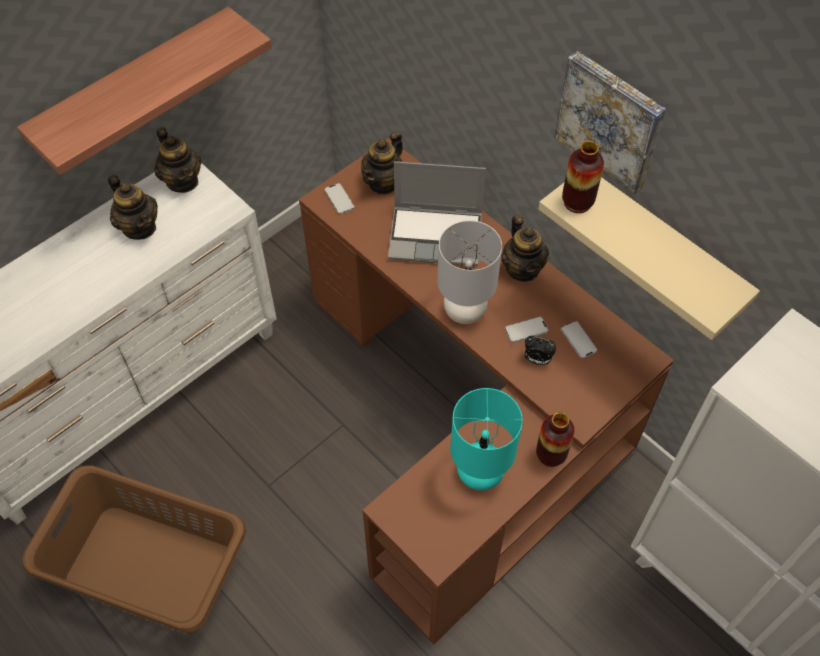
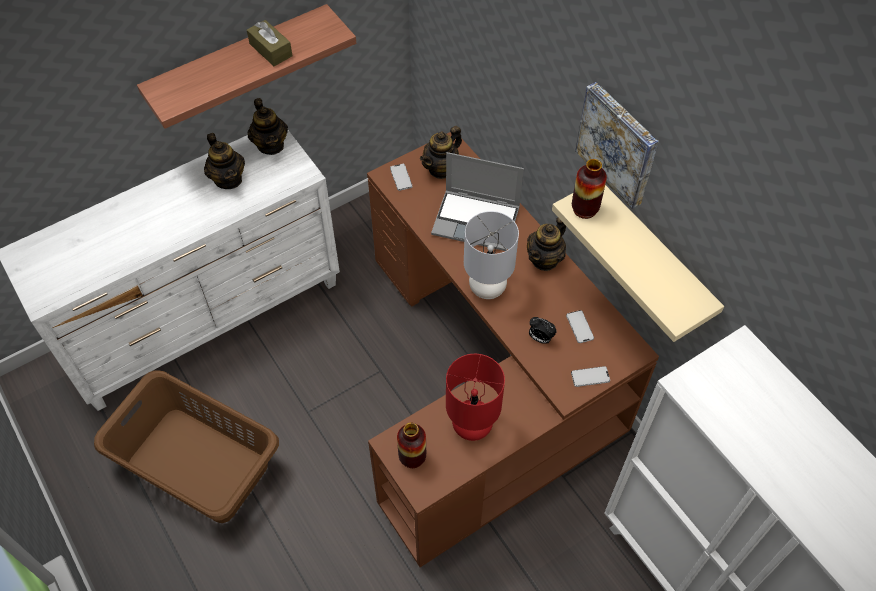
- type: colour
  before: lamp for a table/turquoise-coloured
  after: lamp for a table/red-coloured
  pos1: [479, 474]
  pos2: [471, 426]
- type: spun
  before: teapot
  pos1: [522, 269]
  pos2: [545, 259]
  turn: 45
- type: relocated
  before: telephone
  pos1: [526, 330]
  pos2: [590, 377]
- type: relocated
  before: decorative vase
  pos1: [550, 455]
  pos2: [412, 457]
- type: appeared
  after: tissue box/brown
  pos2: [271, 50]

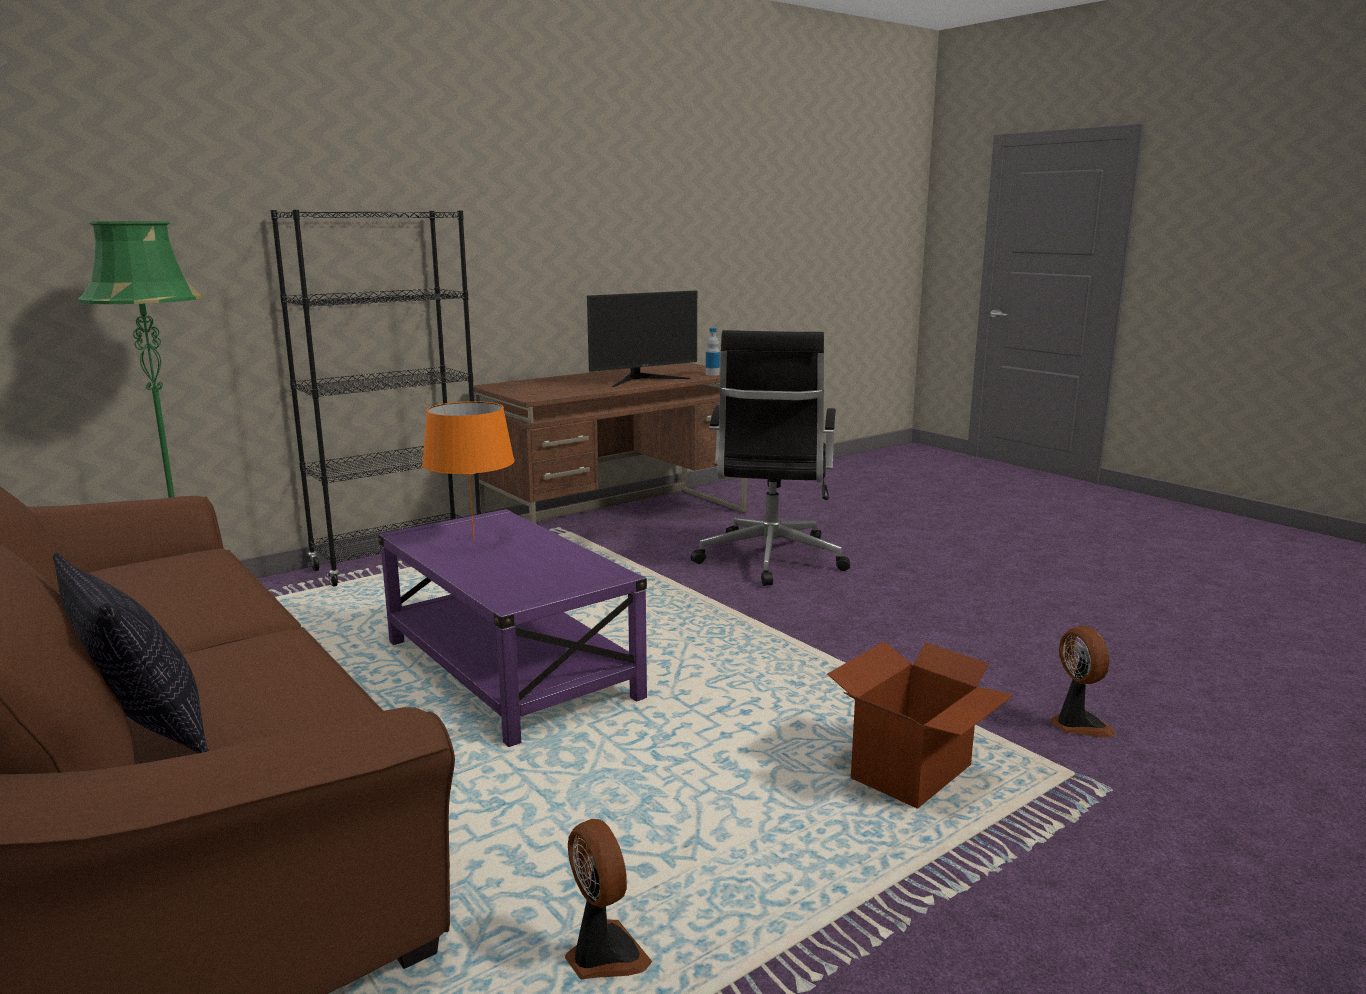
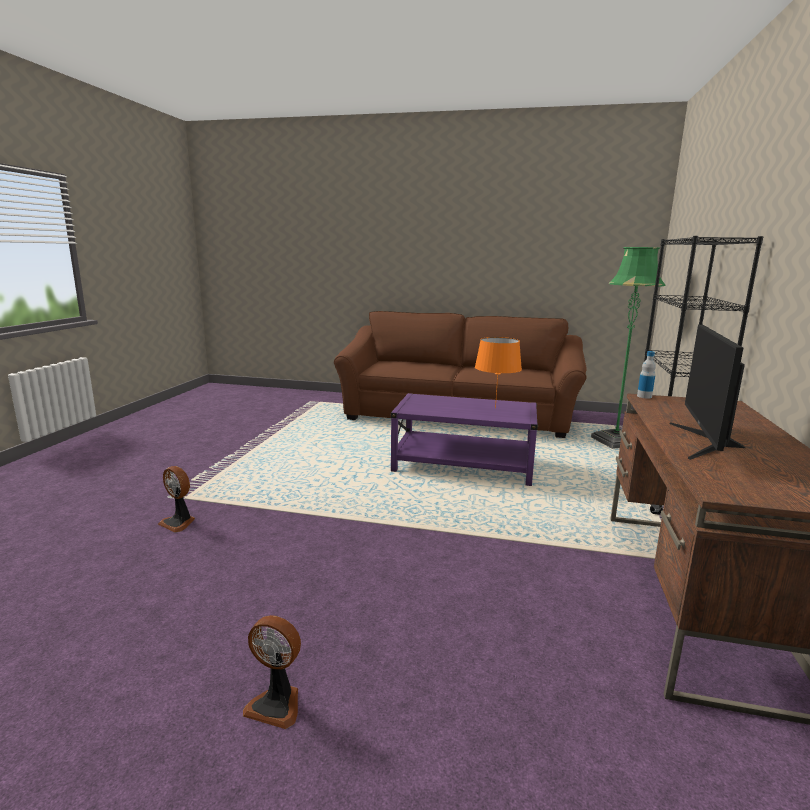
- type: missing
  before: cushion
  pos1: [147, 735]
- type: relocated
  before: electric fan
  pos1: [604, 956]
  pos2: [276, 704]
- type: missing
  before: desk chair/black-coloured
  pos1: [769, 560]
- type: relocated
  before: drink bottle
  pos1: [712, 374]
  pos2: [644, 396]
- type: missing
  before: cardboard box
  pos1: [913, 774]

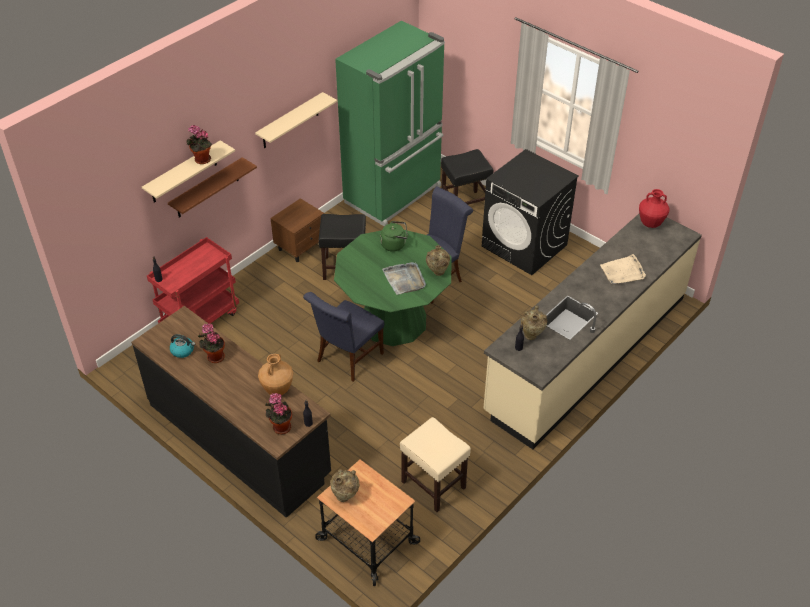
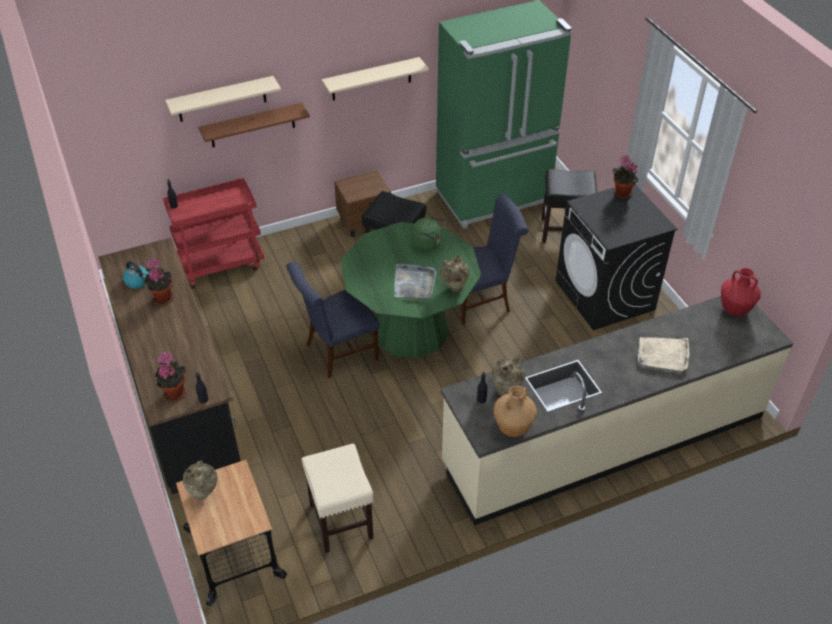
- type: relocated
  before: houseplant
  pos1: [201, 160]
  pos2: [621, 193]
- type: relocated
  before: decorative vase/brown
  pos1: [277, 390]
  pos2: [512, 429]

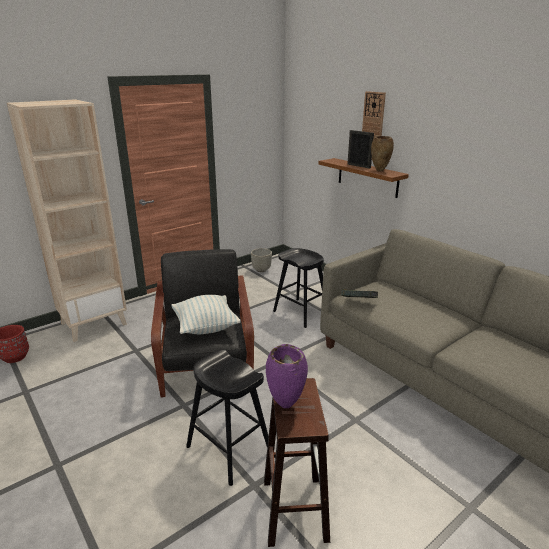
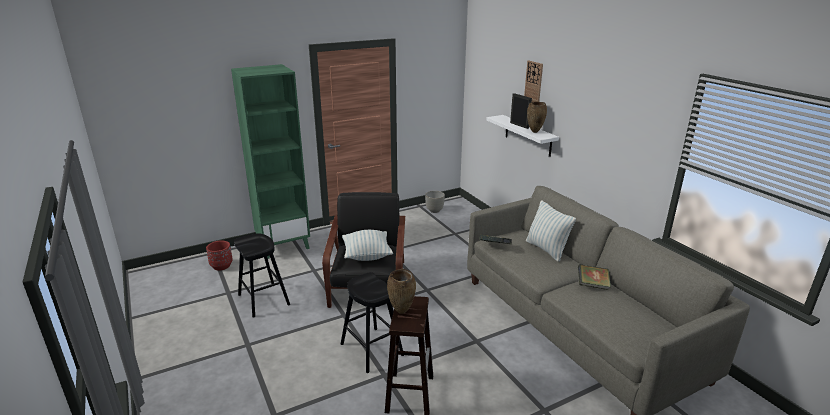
- type: colour
  before: bookcase/beige
  after: bookcase/green-coloured
  pos1: [94, 323]
  pos2: [283, 245]
- type: colour
  before: decorative vase/purple-coloured
  after: decorative vase/brown
  pos1: [286, 405]
  pos2: [402, 312]
- type: relocated
  before: sitting stool/black-coloured
  pos1: [301, 313]
  pos2: [263, 299]
- type: colour
  before: wall shelf/brown
  after: wall shelf/white
  pos1: [367, 177]
  pos2: [528, 135]
- type: appeared
  after: cushion
  pos2: [546, 249]
- type: appeared
  after: book
  pos2: [592, 285]

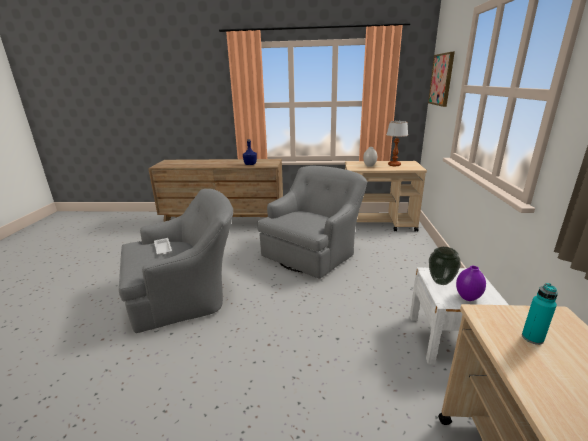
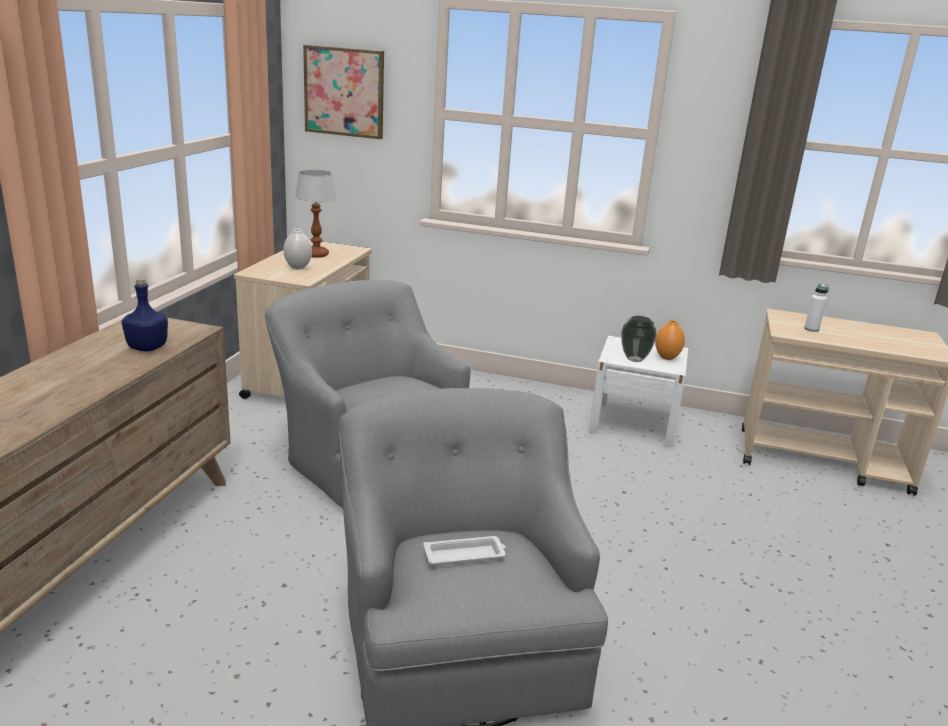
- type: colour
  before: decorative vase/purple-coloured
  after: decorative vase/orange-coloured
  pos1: [467, 297]
  pos2: [666, 357]
- type: colour
  before: drink bottle/turquoise-coloured
  after: drink bottle/white
  pos1: [532, 338]
  pos2: [811, 329]

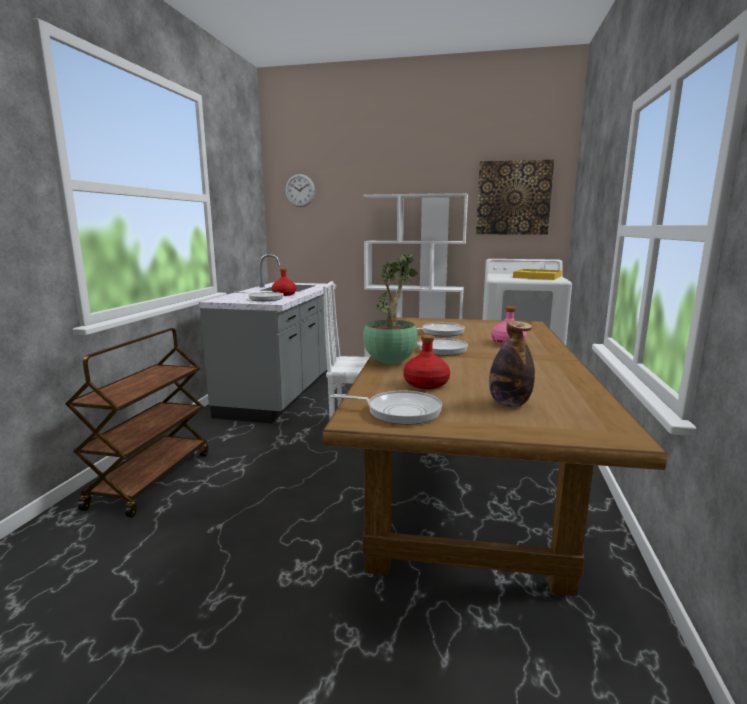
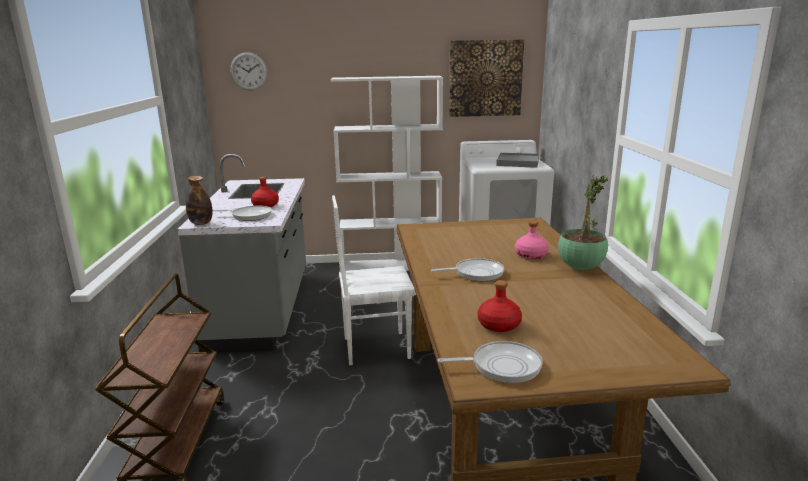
- type: relocated
  before: houseplant
  pos1: [390, 362]
  pos2: [580, 267]
- type: missing
  before: skillet
  pos1: [440, 332]
- type: relocated
  before: drink bottle
  pos1: [509, 404]
  pos2: [201, 223]
- type: colour
  before: serving tray/yellow
  after: serving tray/greyish
  pos1: [537, 277]
  pos2: [517, 162]

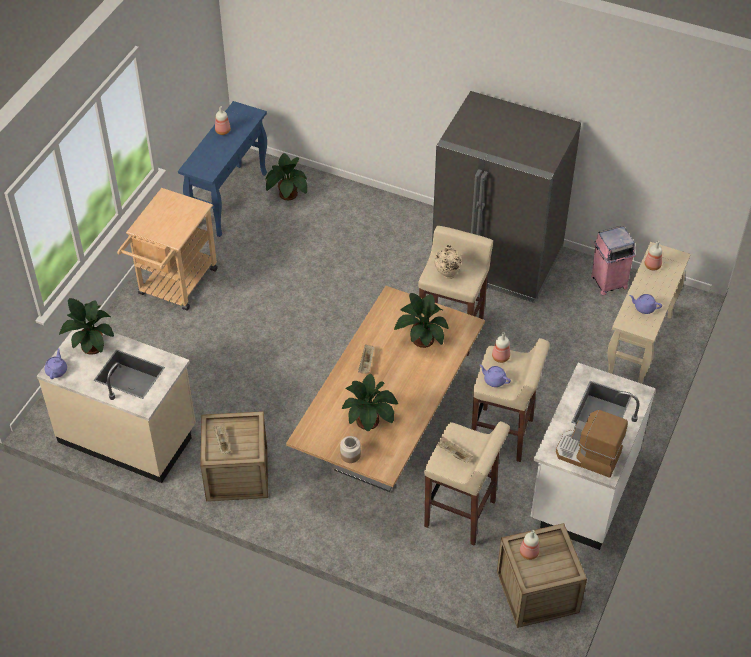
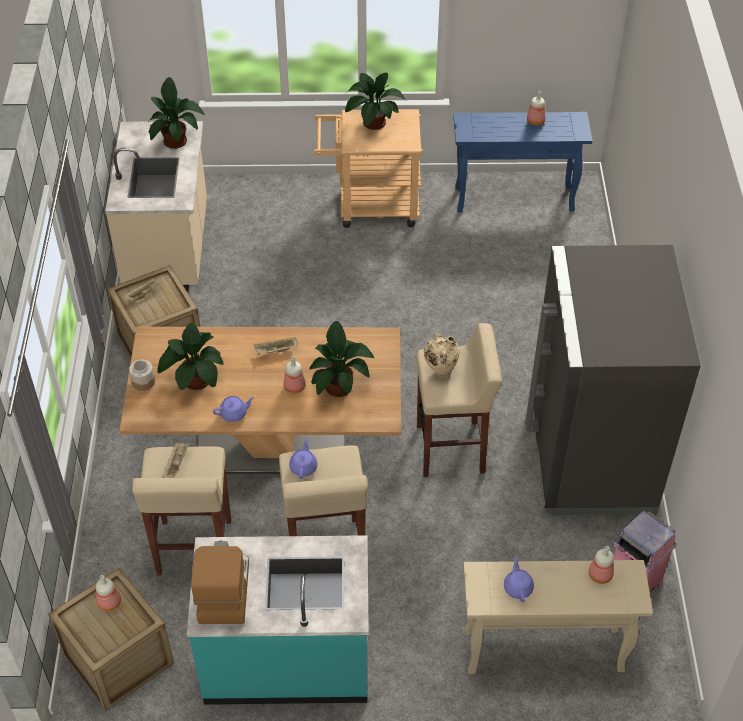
- type: relocated
  before: teapot/purple-coloured
  pos1: [57, 370]
  pos2: [234, 413]
- type: relocated
  before: houseplant
  pos1: [288, 195]
  pos2: [372, 122]
- type: relocated
  before: drink bottle
  pos1: [500, 357]
  pos2: [294, 387]
- type: colour
  before: kitchen base unit/white
  after: kitchen base unit/turquoise-coloured
  pos1: [582, 488]
  pos2: [287, 657]

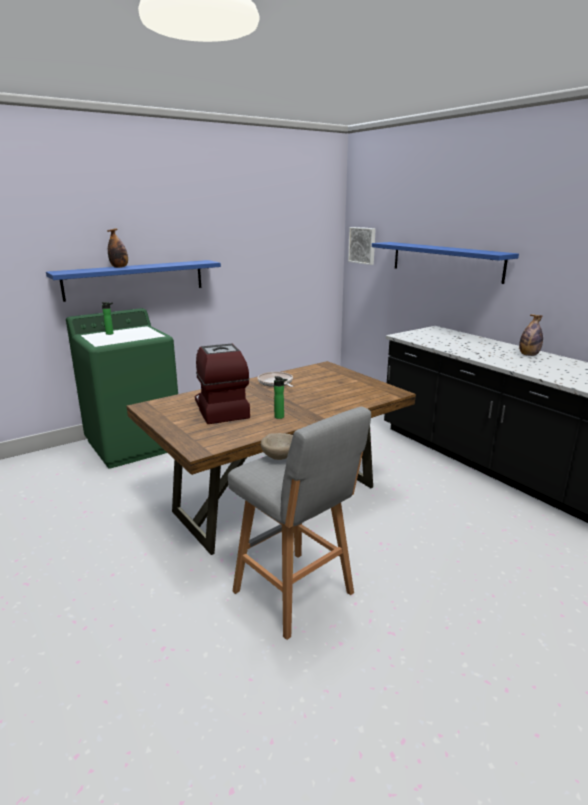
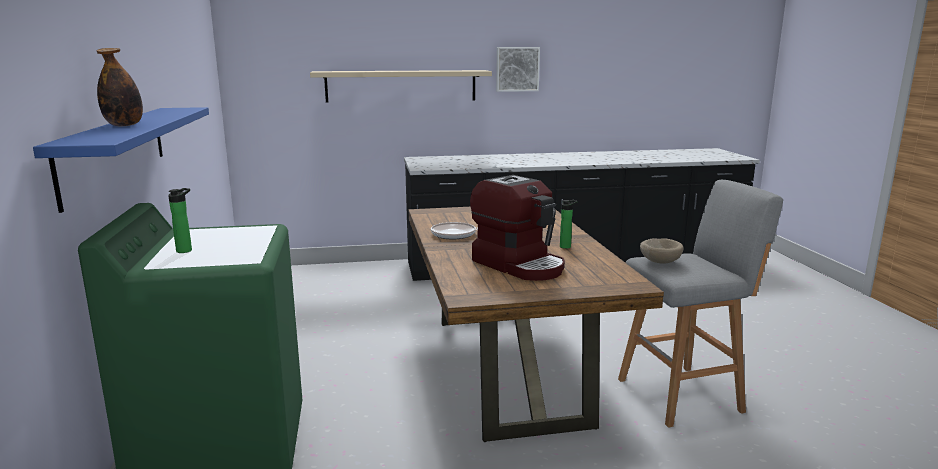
- type: spun
  before: coffee brewer
  pos1: [220, 409]
  pos2: [519, 265]
  turn: -135
- type: relocated
  before: wall picture
  pos1: [362, 245]
  pos2: [517, 69]
- type: colour
  before: wall shelf/blue
  after: wall shelf/beige
  pos1: [445, 261]
  pos2: [401, 86]
- type: missing
  before: drink bottle
  pos1: [528, 355]

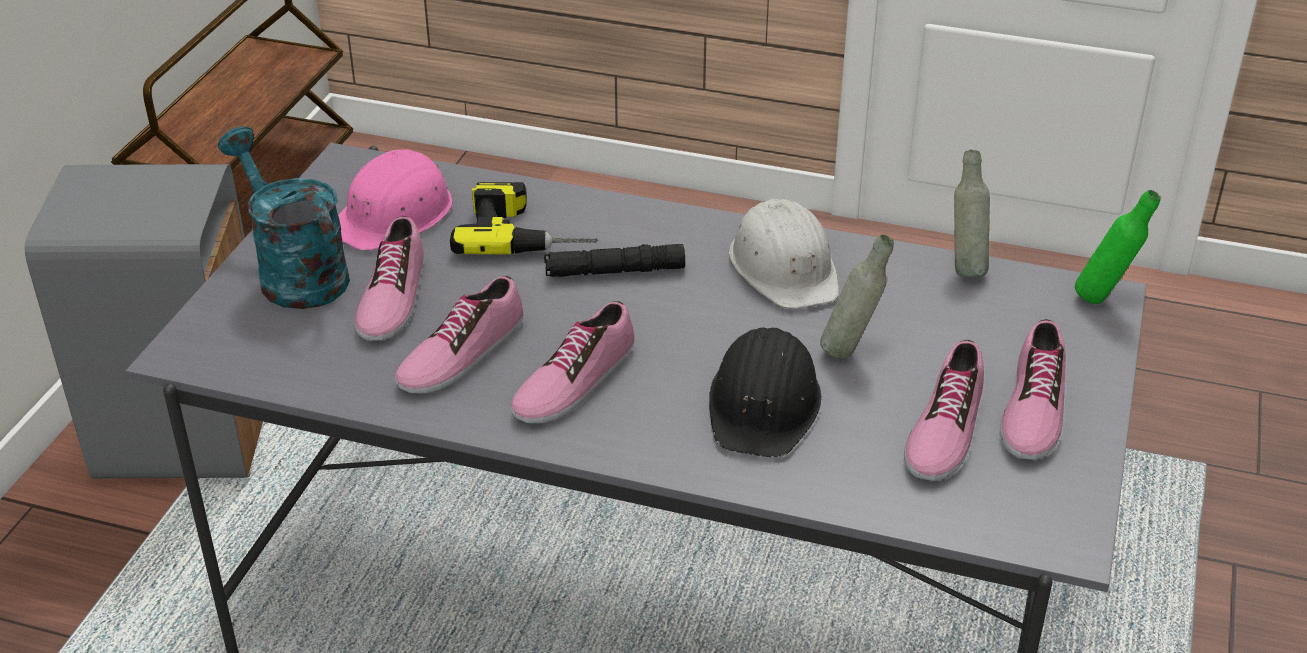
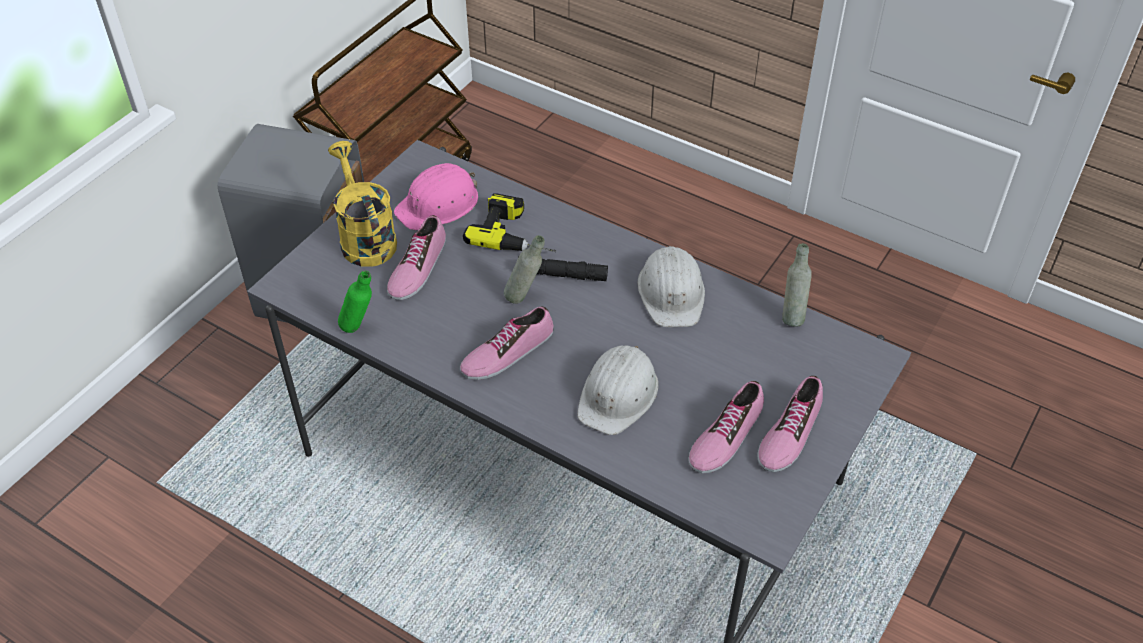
- type: colour
  before: watering pot/turquoise-coloured
  after: watering pot/yellow
  pos1: [294, 272]
  pos2: [365, 238]
- type: missing
  before: shoe
  pos1: [461, 353]
- type: colour
  before: safety helmet/black-coloured
  after: safety helmet/white
  pos1: [764, 405]
  pos2: [618, 394]
- type: relocated
  before: drink bottle/greyish
  pos1: [851, 350]
  pos2: [525, 298]
- type: relocated
  before: drink bottle/green-coloured
  pos1: [1104, 298]
  pos2: [360, 329]

